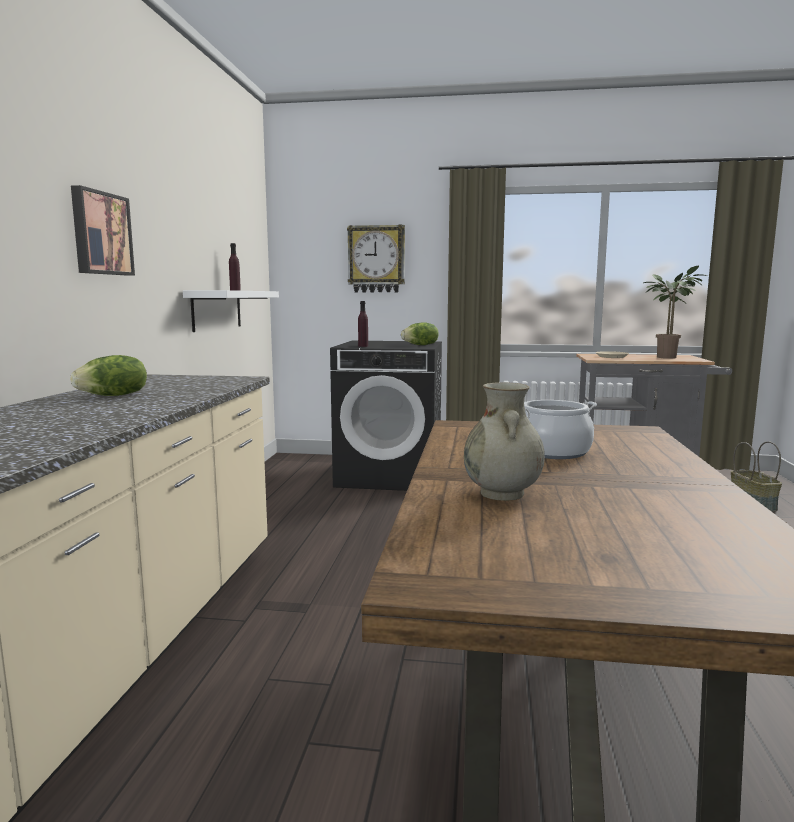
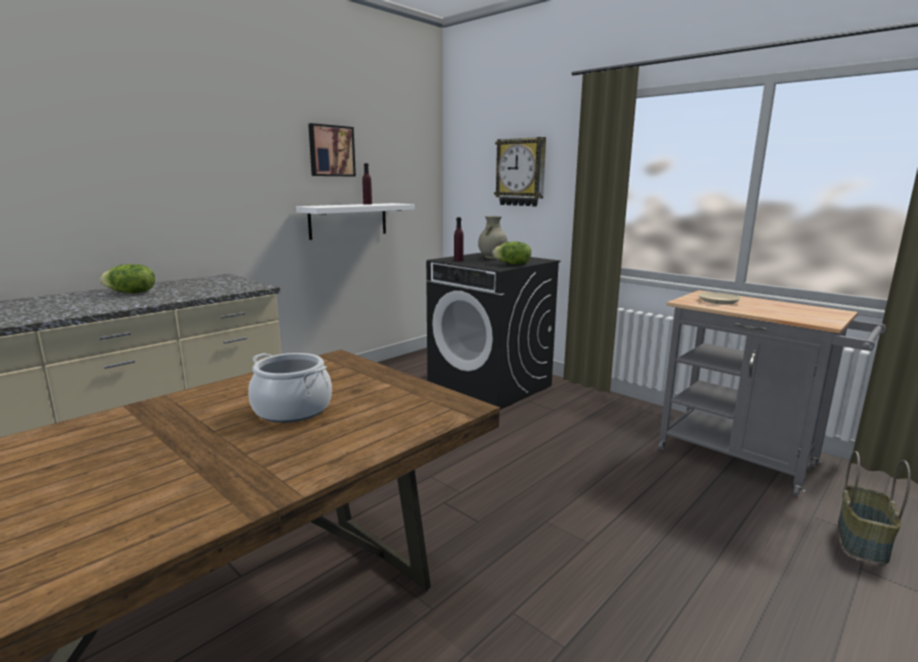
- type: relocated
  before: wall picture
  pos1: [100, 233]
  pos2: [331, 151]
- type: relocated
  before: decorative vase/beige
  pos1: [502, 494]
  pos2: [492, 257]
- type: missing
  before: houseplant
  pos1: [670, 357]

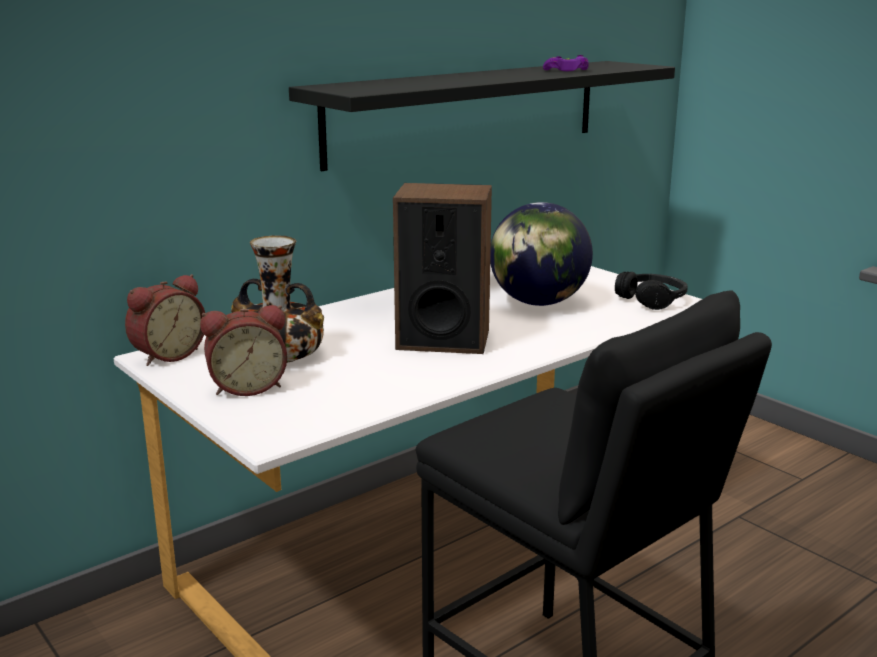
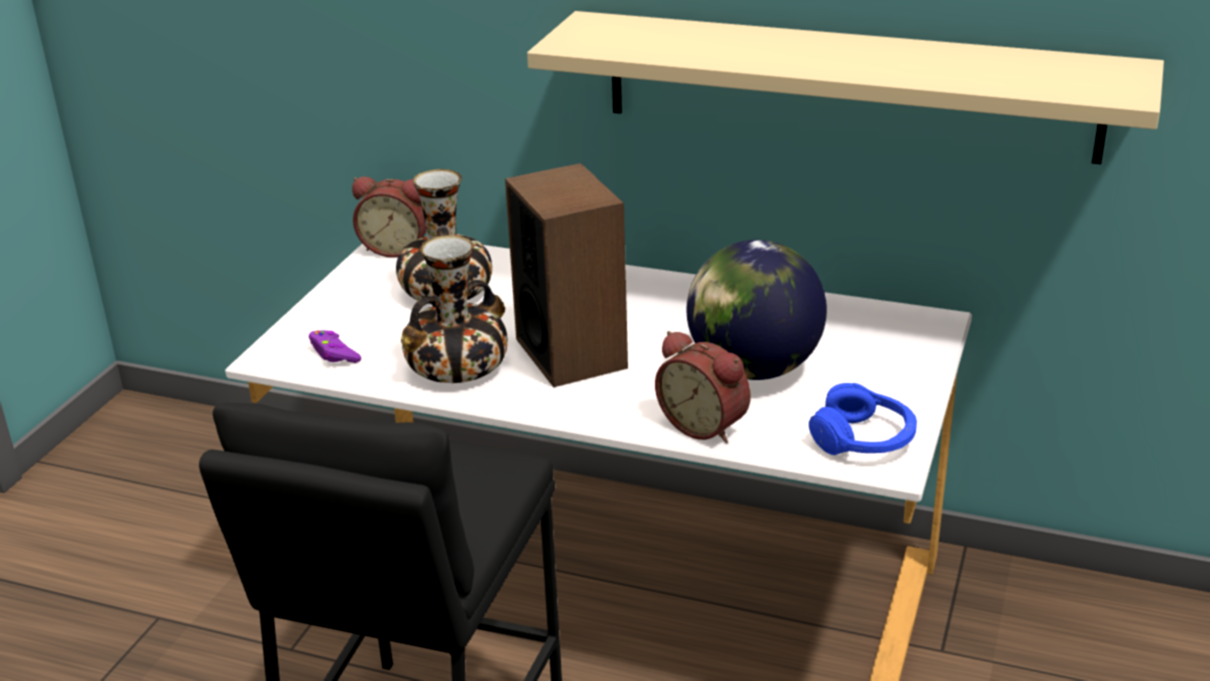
- type: relocated
  before: table clock
  pos1: [247, 387]
  pos2: [705, 425]
- type: colour
  before: wall shelf/black-coloured
  after: wall shelf/beige
  pos1: [467, 111]
  pos2: [848, 85]
- type: relocated
  before: game controller/purple-coloured
  pos1: [566, 71]
  pos2: [334, 354]
- type: colour
  before: pair of headphones/black-coloured
  after: pair of headphones/blue
  pos1: [651, 300]
  pos2: [864, 439]
- type: appeared
  after: decorative vase
  pos2: [459, 366]

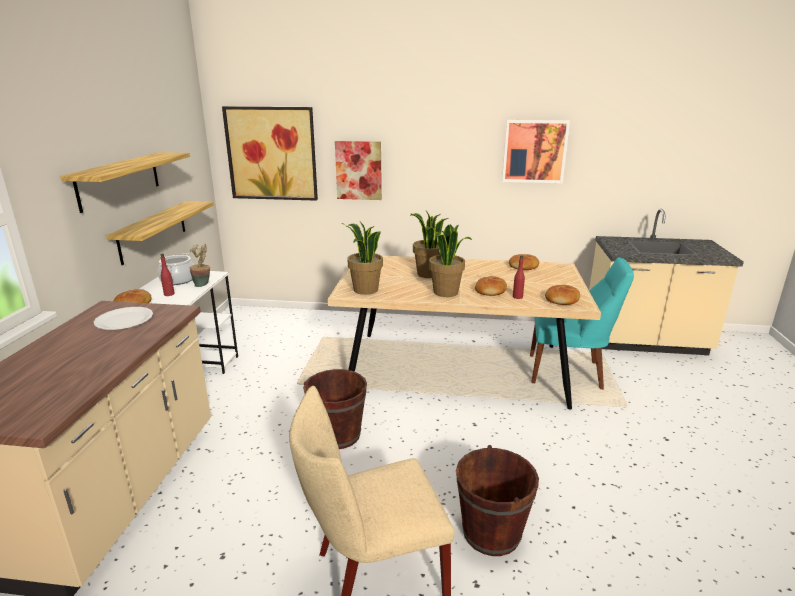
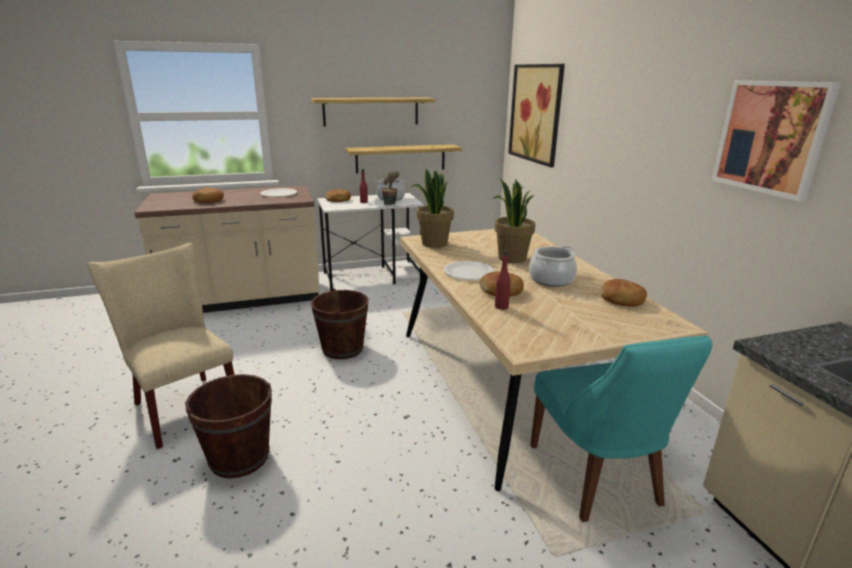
- type: missing
  before: wall picture
  pos1: [358, 170]
- type: exchanged
  before: houseplant
  after: plate/white
  pos1: [446, 292]
  pos2: [469, 272]
- type: relocated
  before: baked bread
  pos1: [562, 300]
  pos2: [208, 200]
- type: appeared
  after: saucepot
  pos2: [551, 279]

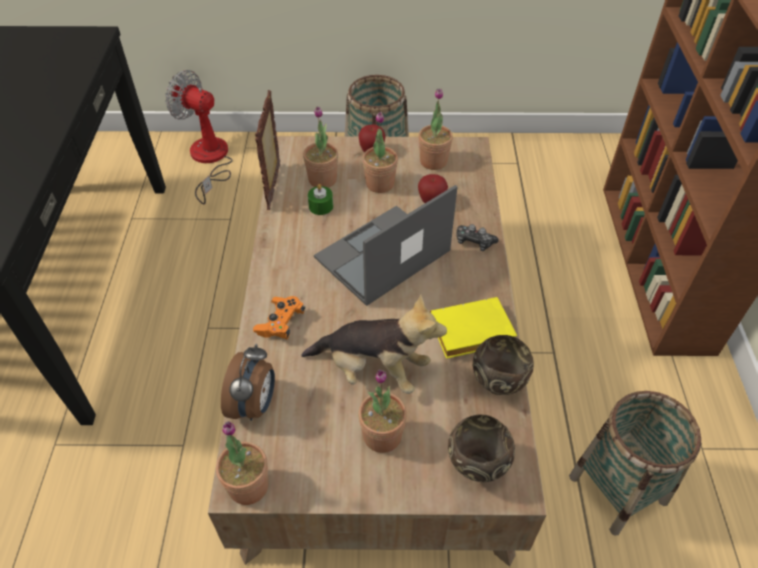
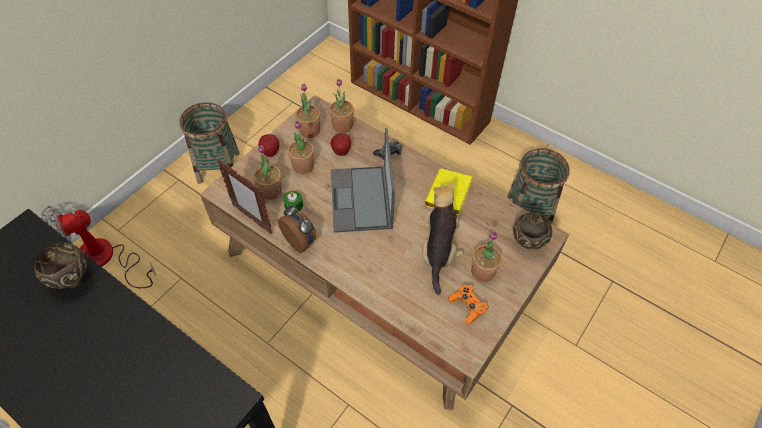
- type: relocated
  before: houseplant
  pos1: [248, 486]
  pos2: [342, 125]
- type: relocated
  before: table clock
  pos1: [254, 404]
  pos2: [300, 241]
- type: relocated
  before: game controller/orange-coloured
  pos1: [281, 323]
  pos2: [467, 307]
- type: spun
  before: plush toy
  pos1: [373, 370]
  pos2: [439, 251]
  turn: -45
- type: relocated
  before: serving bowl/brown
  pos1: [498, 384]
  pos2: [72, 279]

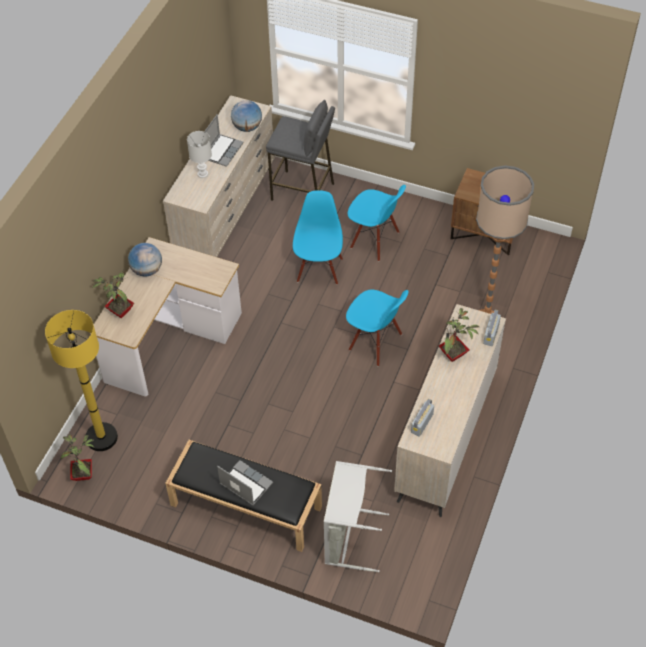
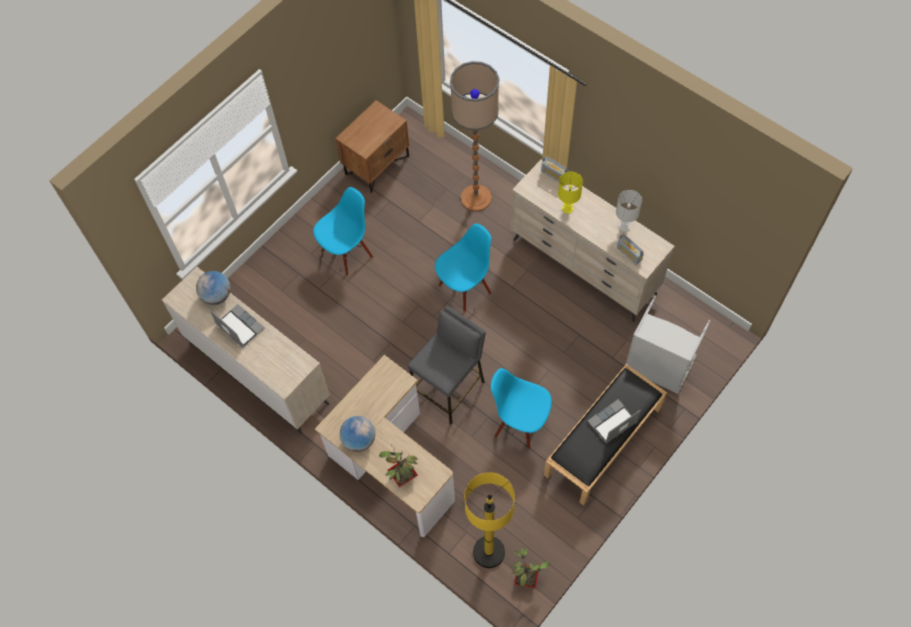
- type: relocated
  before: lamp for a table/white
  pos1: [202, 174]
  pos2: [624, 227]
- type: relocated
  before: sitting stool/greyish
  pos1: [303, 191]
  pos2: [450, 390]
- type: relocated
  before: upright chair/blue
  pos1: [318, 269]
  pos2: [519, 423]
- type: exchanged
  before: houseplant
  after: lamp for a table/yellow
  pos1: [453, 355]
  pos2: [567, 209]

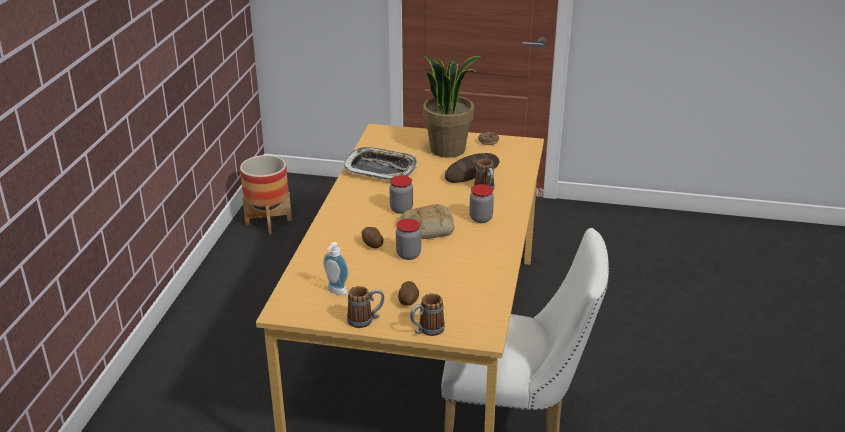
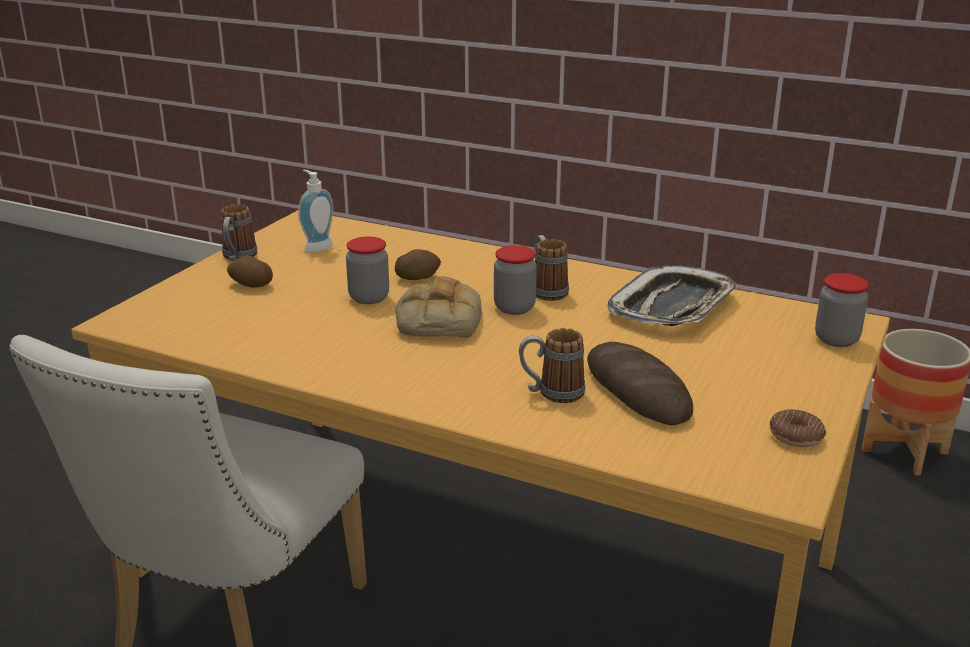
- type: relocated
  before: tea mug
  pos1: [426, 331]
  pos2: [546, 290]
- type: missing
  before: houseplant
  pos1: [448, 149]
- type: relocated
  before: storage jar
  pos1: [480, 218]
  pos2: [836, 339]

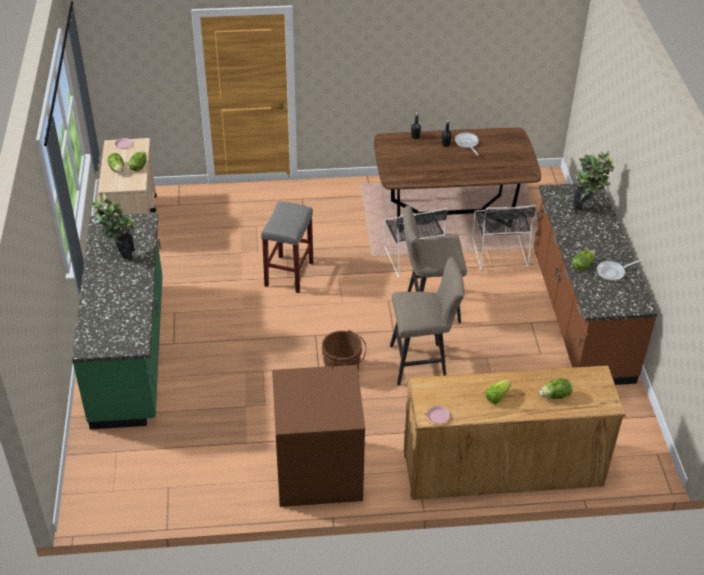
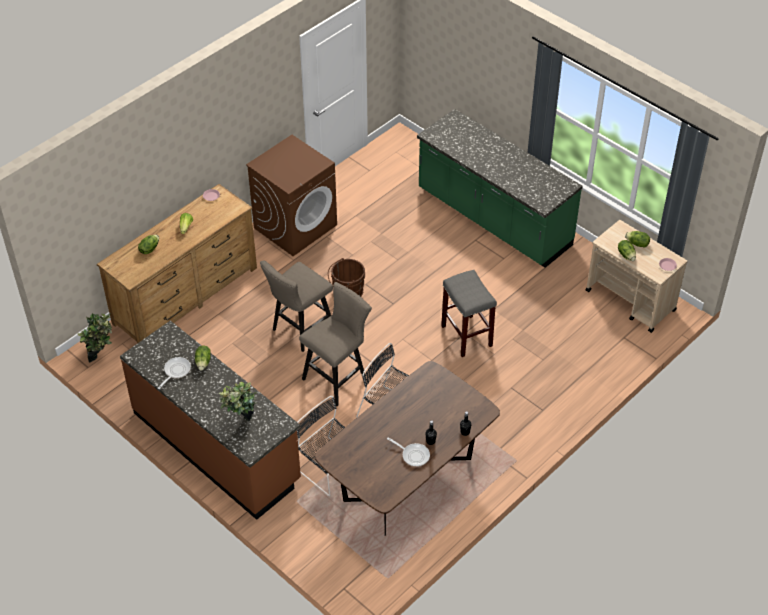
- type: relocated
  before: houseplant
  pos1: [119, 254]
  pos2: [102, 357]

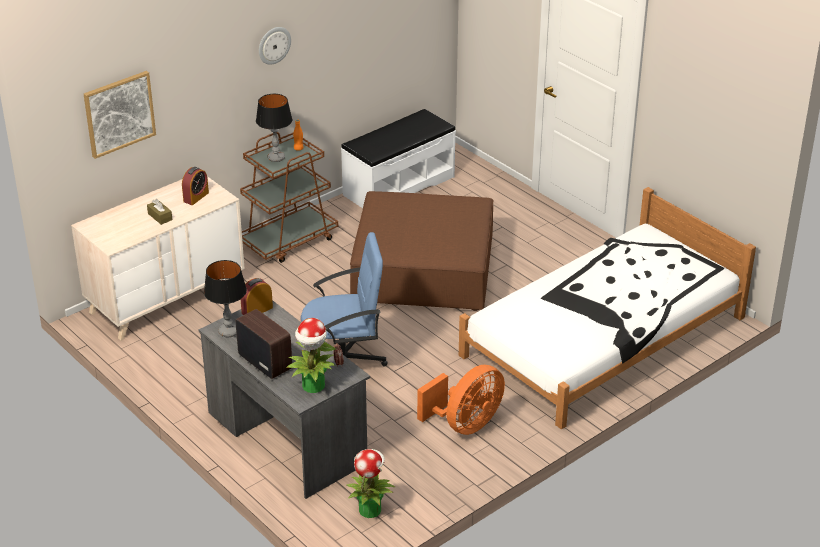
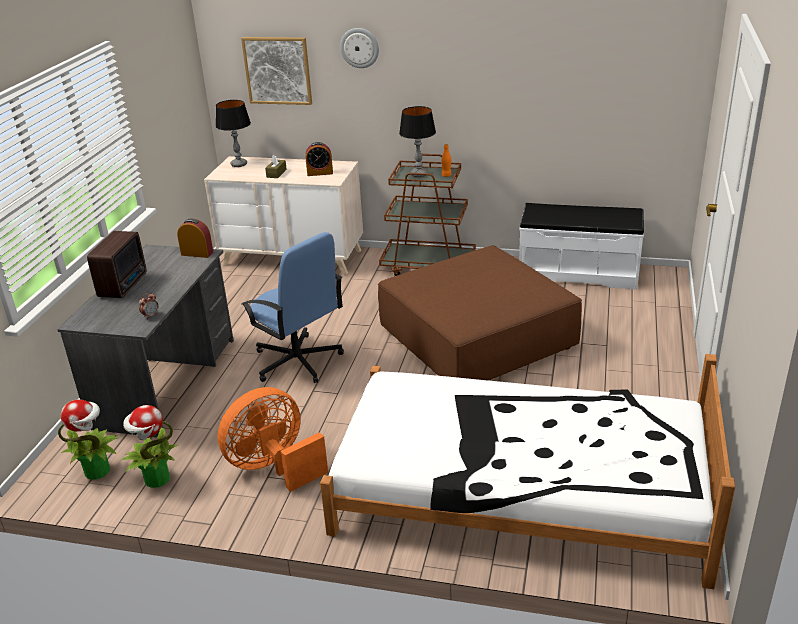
- type: relocated
  before: lamp for a table
  pos1: [228, 332]
  pos2: [239, 164]
- type: relocated
  before: clock on the wall
  pos1: [274, 45]
  pos2: [359, 47]
- type: relocated
  before: houseplant
  pos1: [313, 386]
  pos2: [156, 479]
- type: spun
  before: electric fan/orange-coloured
  pos1: [465, 424]
  pos2: [274, 467]
  turn: 135

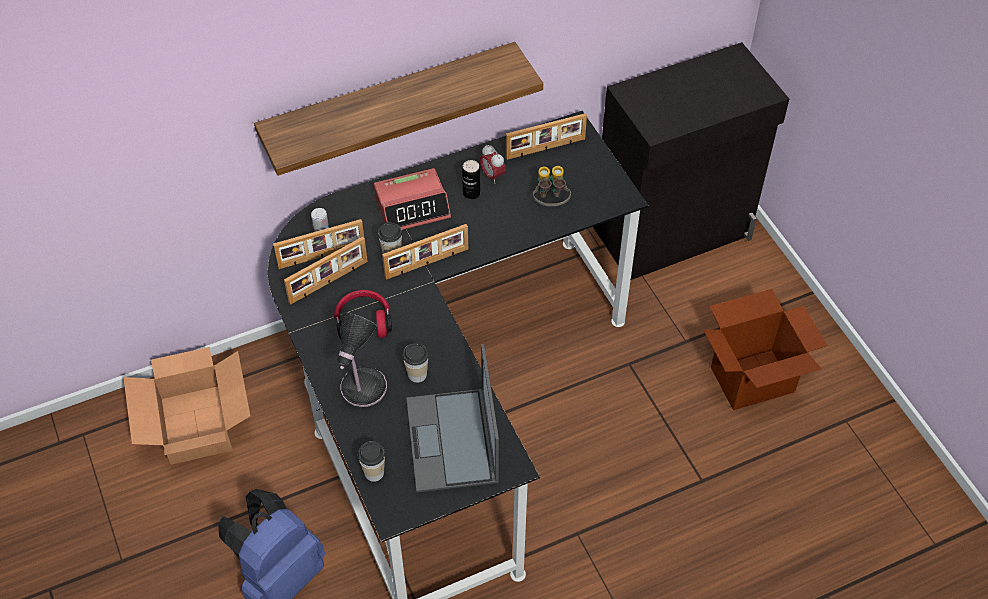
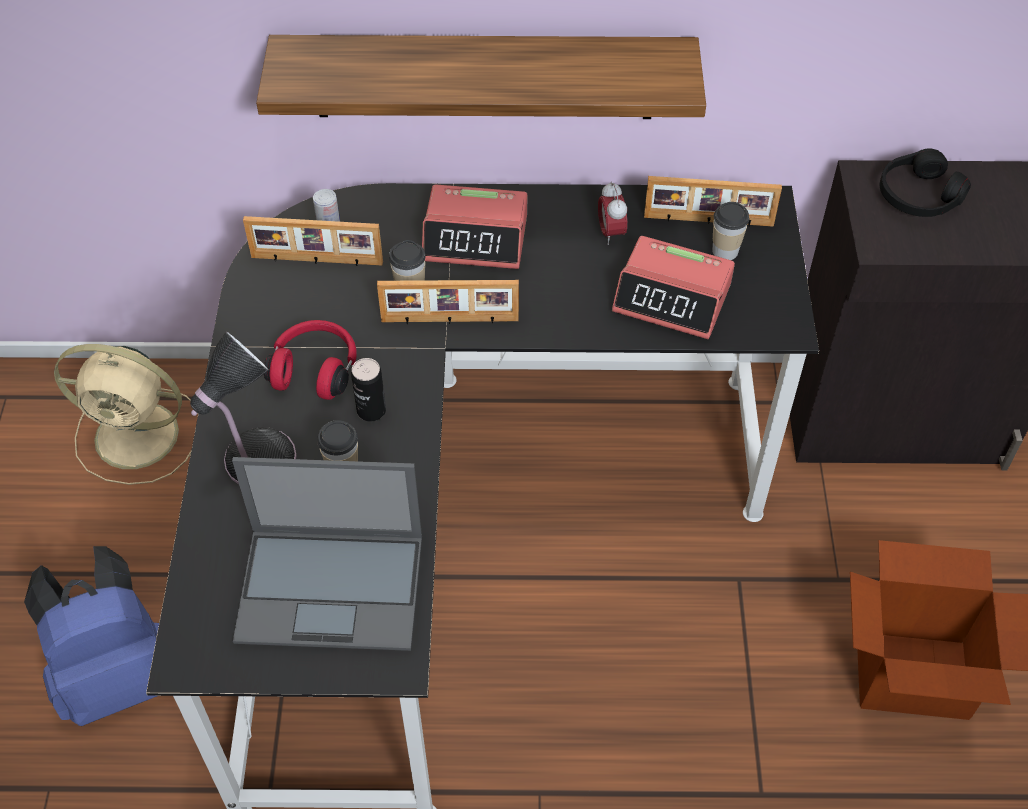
- type: exchanged
  before: cardboard box
  after: electric fan/beige
  pos1: [197, 423]
  pos2: [140, 436]
- type: missing
  before: standing frame
  pos1: [329, 282]
- type: relocated
  before: small cup
  pos1: [374, 472]
  pos2: [725, 251]
- type: spun
  before: laptop
  pos1: [452, 441]
  pos2: [333, 588]
  turn: -105
- type: relocated
  before: sealed can
  pos1: [471, 193]
  pos2: [371, 411]
- type: exchanged
  before: pair of binoculars
  after: table clock
  pos1: [550, 203]
  pos2: [672, 298]
- type: appeared
  after: pair of headphones/black-coloured
  pos2: [918, 195]

